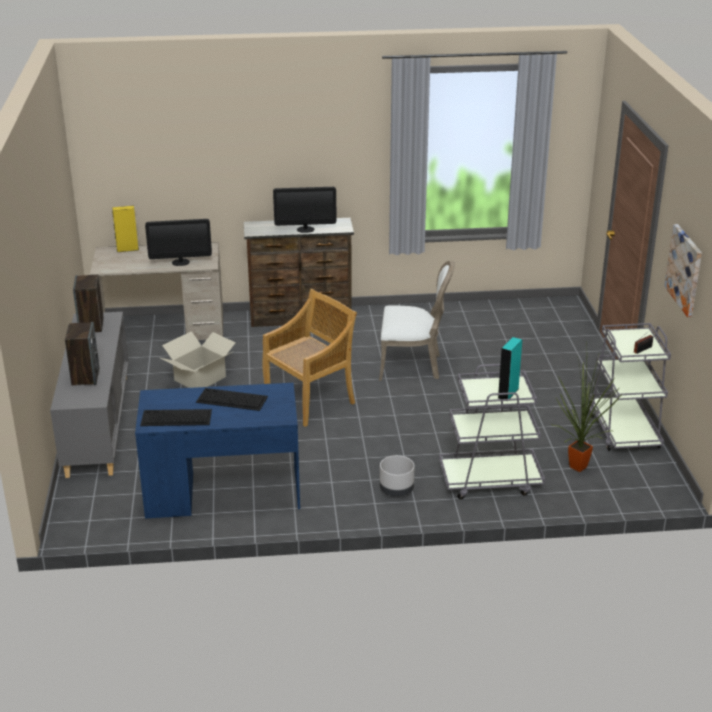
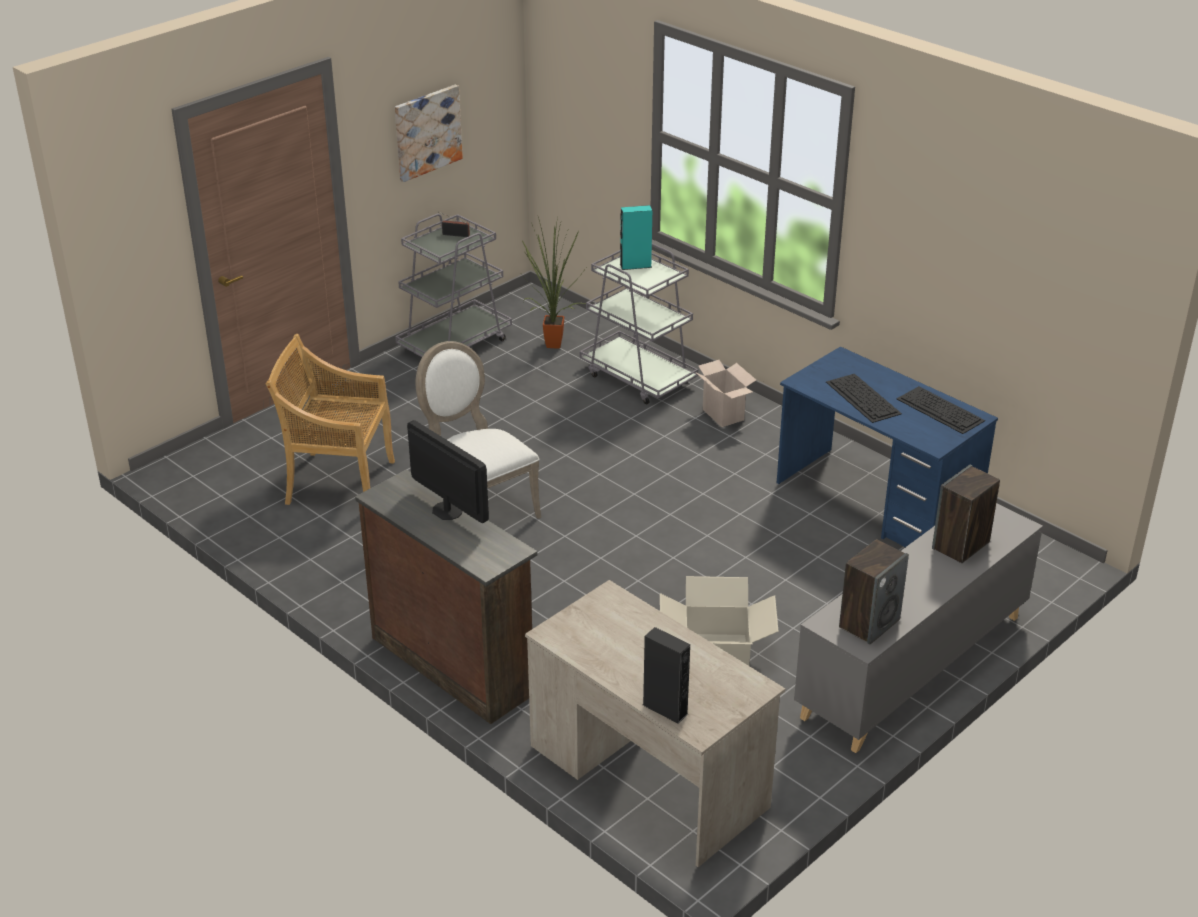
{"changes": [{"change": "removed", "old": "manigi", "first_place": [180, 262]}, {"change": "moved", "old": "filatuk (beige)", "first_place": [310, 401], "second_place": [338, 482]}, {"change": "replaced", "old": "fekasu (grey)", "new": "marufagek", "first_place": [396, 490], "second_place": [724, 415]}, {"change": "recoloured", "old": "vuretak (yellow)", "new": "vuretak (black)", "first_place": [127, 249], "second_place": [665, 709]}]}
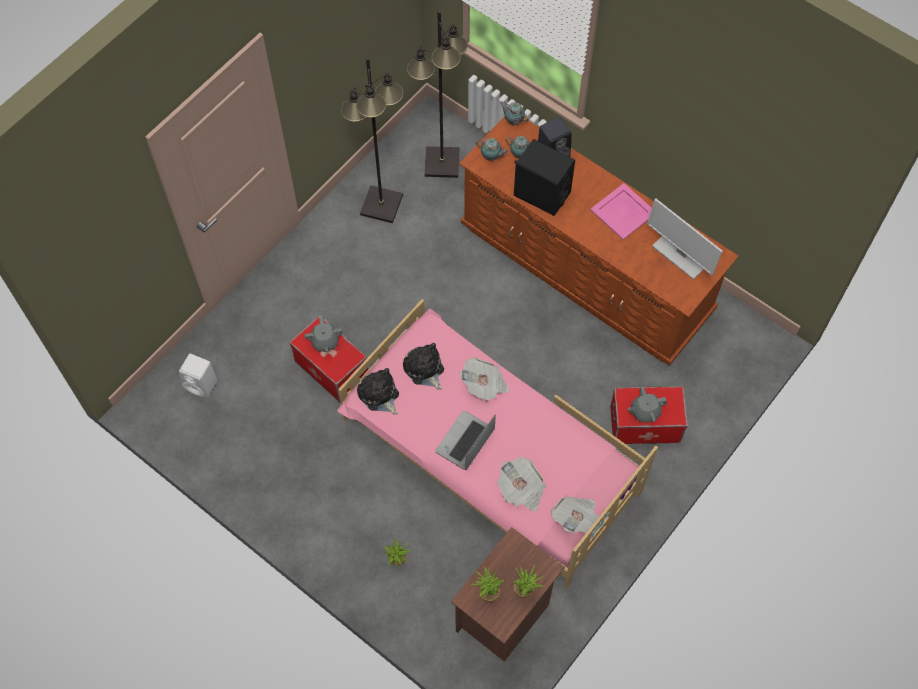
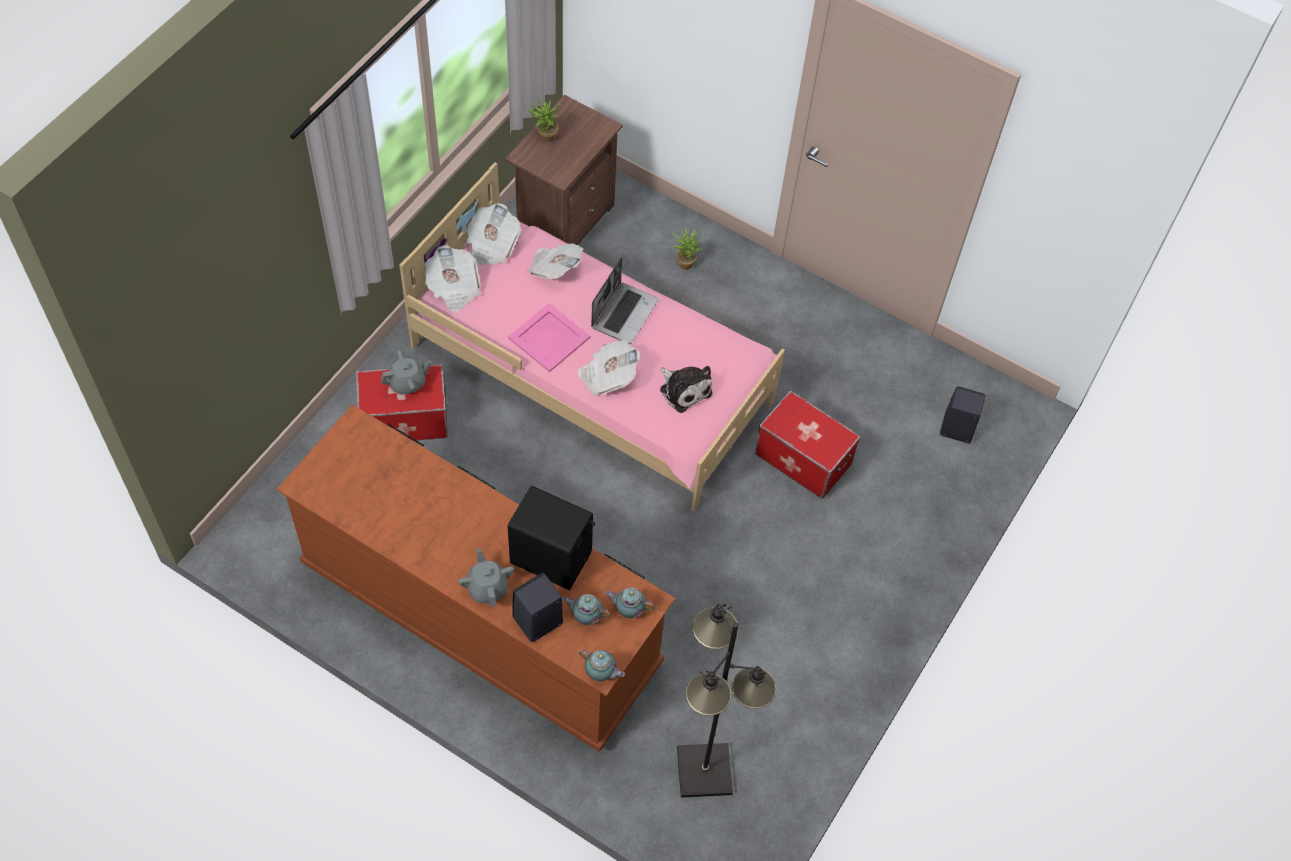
{"changes": [{"change": "removed", "old": "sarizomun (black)", "first_place": [380, 205]}, {"change": "removed", "old": "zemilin", "first_place": [379, 395]}, {"change": "removed", "old": "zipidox", "first_place": [487, 592]}, {"change": "removed", "old": "manigi", "first_place": [680, 254]}, {"change": "added", "new": "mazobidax", "second_place": [453, 288]}, {"change": "moved", "old": "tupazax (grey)", "first_place": [325, 342], "second_place": [487, 587]}, {"change": "moved", "old": "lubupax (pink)", "first_place": [624, 211], "second_place": [548, 338]}, {"change": "recoloured", "old": "vuretak (white)", "new": "vuretak (black)", "first_place": [202, 385], "second_place": [956, 428]}]}
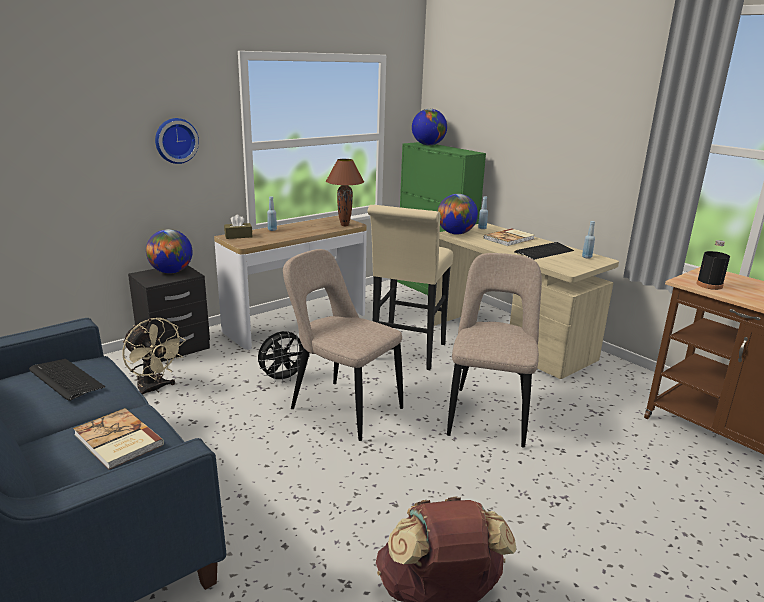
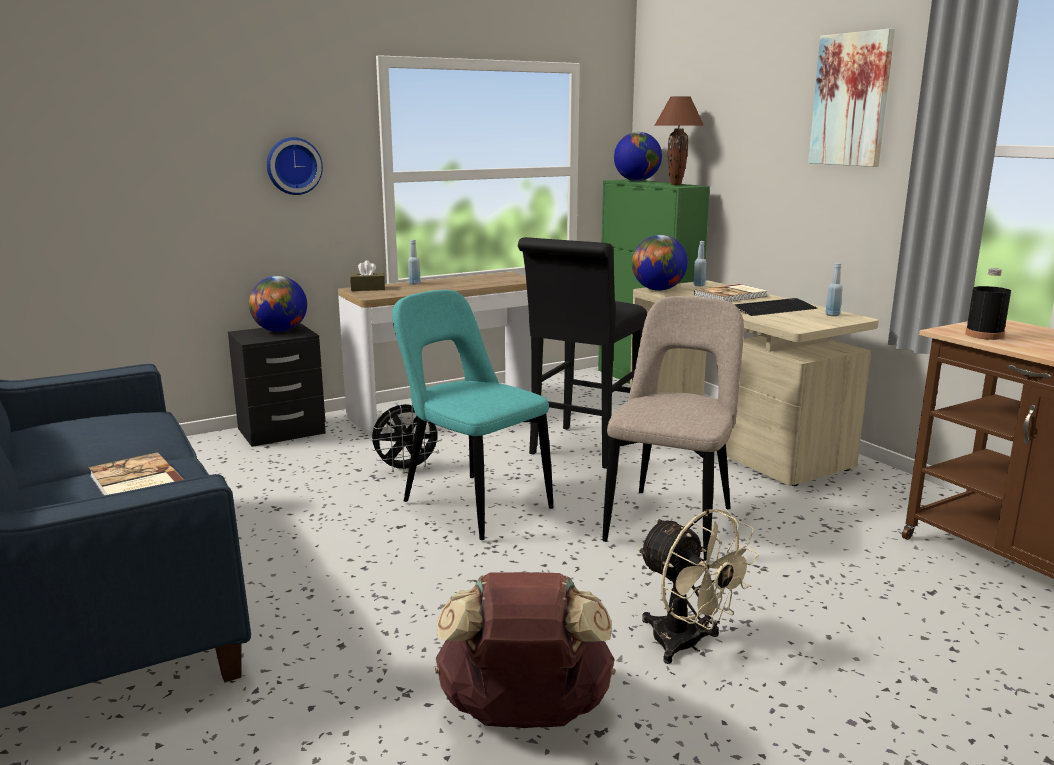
{"changes": [{"change": "removed", "old": "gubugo", "first_place": [66, 379]}, {"change": "added", "new": "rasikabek", "second_place": [851, 100]}, {"change": "moved", "old": "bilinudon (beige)", "first_place": [154, 389], "second_place": [687, 645]}, {"change": "moved", "old": "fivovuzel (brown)", "first_place": [344, 225], "second_place": [676, 184]}, {"change": "recoloured", "old": "filatuk (beige)", "new": "filatuk (turquoise)", "first_place": [342, 407], "second_place": [472, 504]}, {"change": "recoloured", "old": "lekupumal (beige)", "new": "lekupumal (black)", "first_place": [406, 354], "second_place": [581, 450]}]}
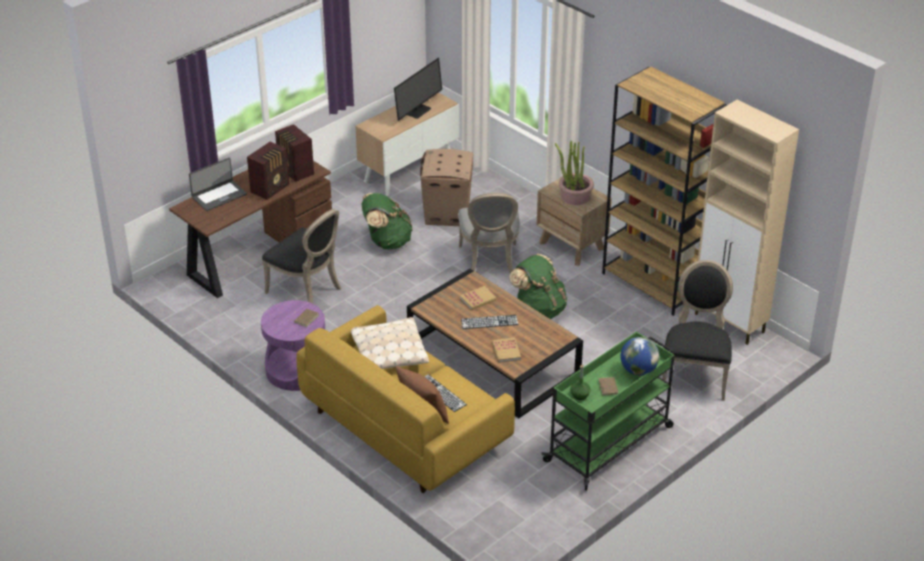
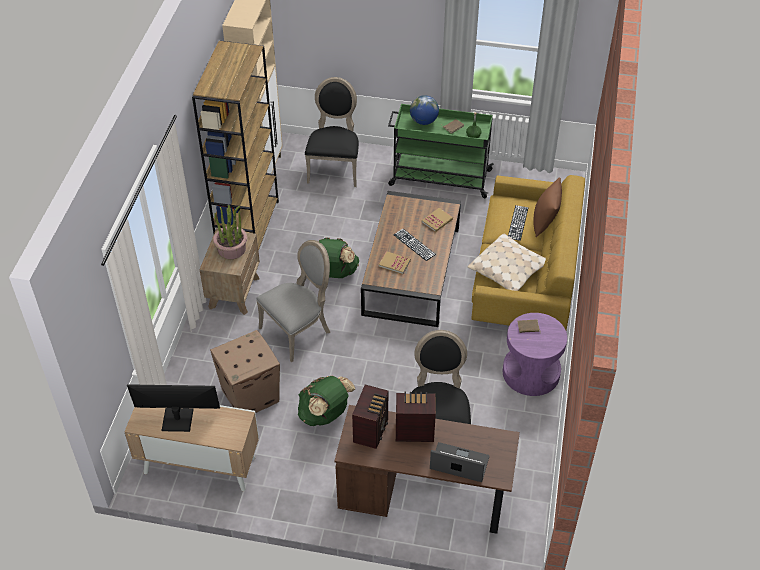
{"changes": [{"change": "turned", "old": "filatuk (black)", "first_place": [694, 374], "second_place": [335, 167], "degrees": 120}]}
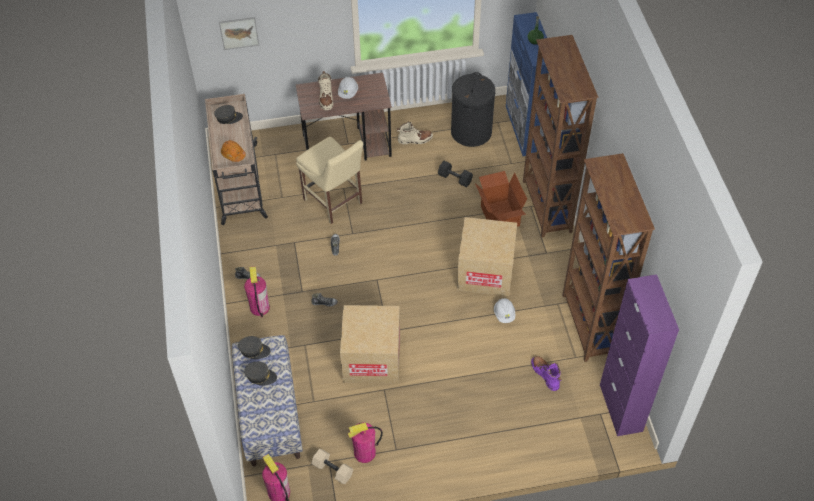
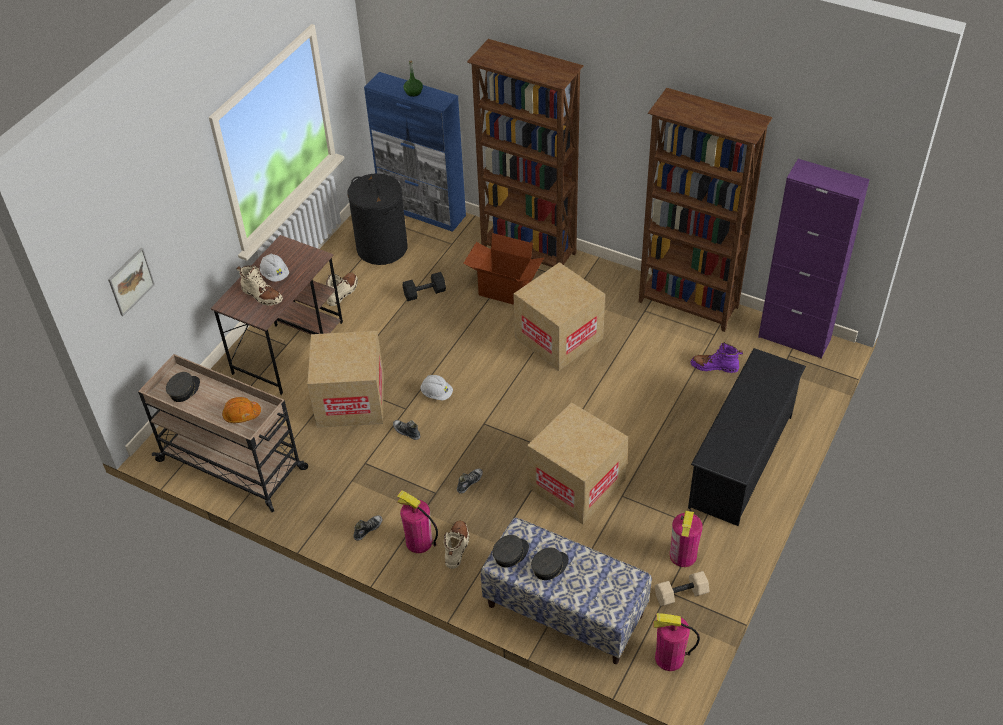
{"changes": [{"change": "added", "new": "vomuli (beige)", "second_place": [457, 547]}, {"change": "added", "new": "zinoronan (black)", "second_place": [741, 460]}, {"change": "moved", "old": "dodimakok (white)", "first_place": [504, 314], "second_place": [436, 393]}, {"change": "replaced", "old": "filatuk (beige)", "new": "marufagek", "first_place": [334, 203], "second_place": [350, 400]}]}
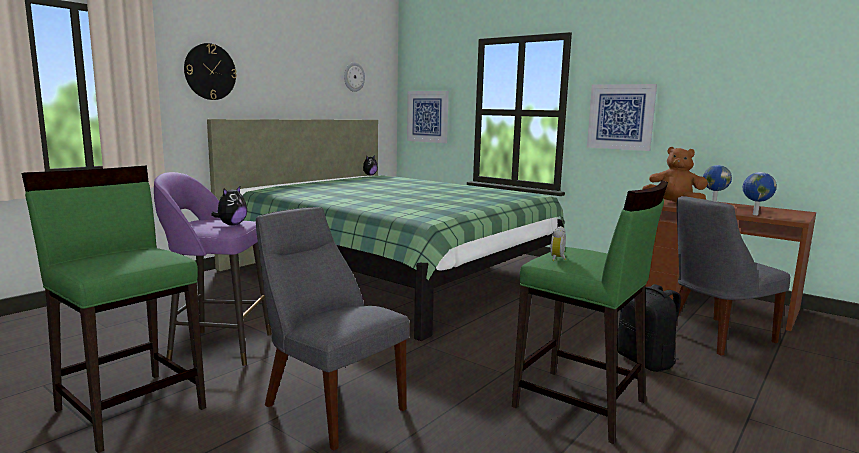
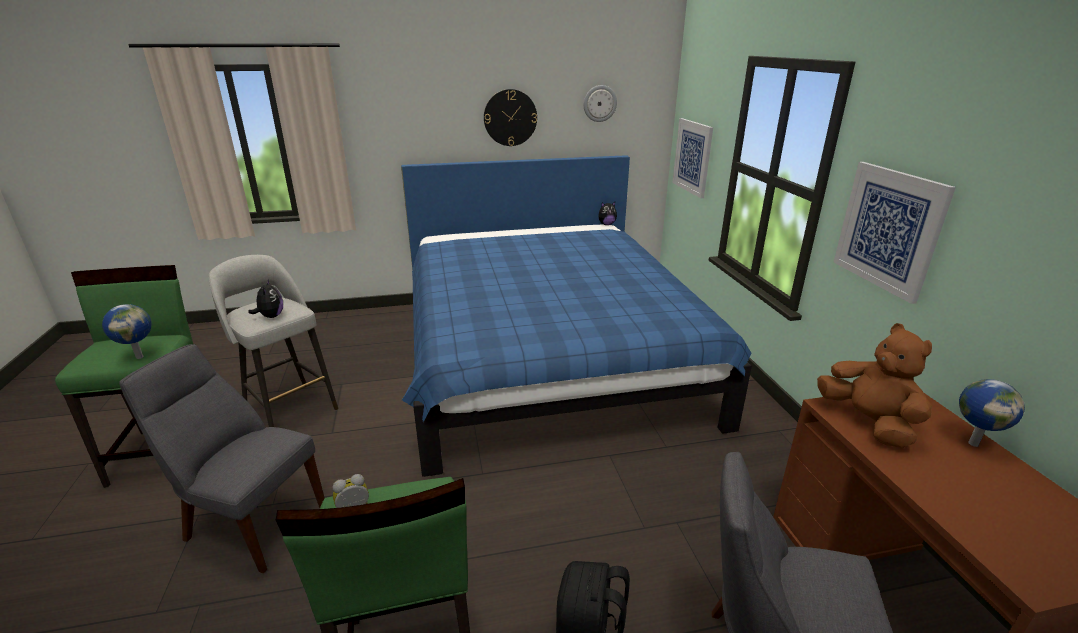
{"changes": [{"change": "moved", "old": "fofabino", "first_place": [210, 71], "second_place": [510, 118]}, {"change": "moved", "old": "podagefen", "first_place": [754, 214], "second_place": [140, 356]}, {"change": "recoloured", "old": "lekupumal (purple)", "new": "lekupumal (grey)", "first_place": [218, 347], "second_place": [289, 409]}, {"change": "recoloured", "old": "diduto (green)", "new": "diduto (blue)", "first_place": [390, 272], "second_place": [546, 357]}, {"change": "turned", "old": "zemilin", "first_place": [231, 225], "second_place": [271, 316], "degrees": -75}, {"change": "turned", "old": "filatuk (grey)", "first_place": [330, 405], "second_place": [251, 521], "degrees": -60}]}
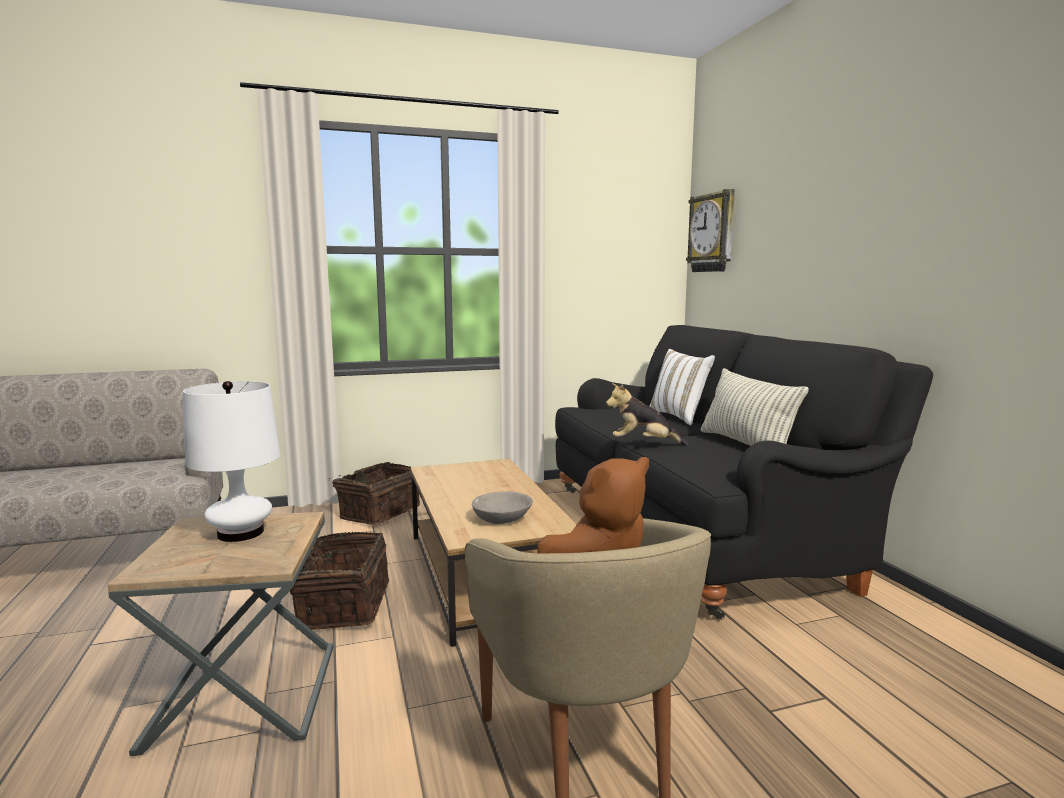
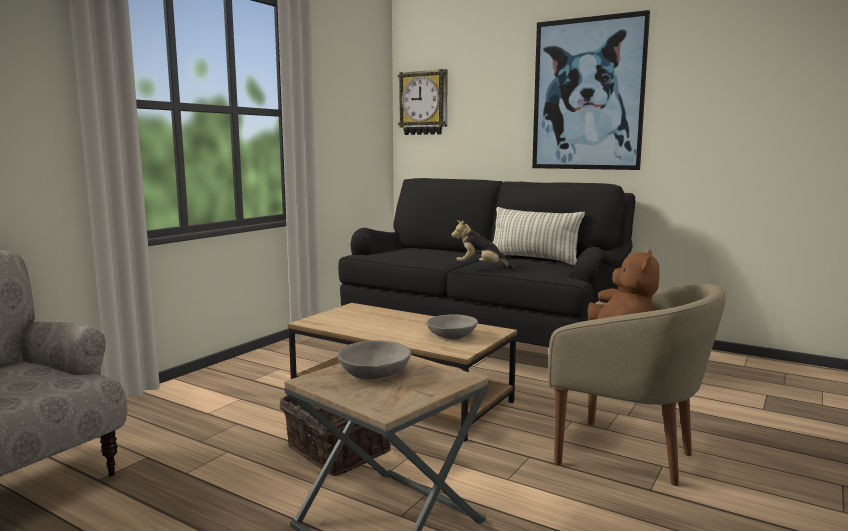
{"changes": [{"change": "removed", "old": "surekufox", "first_place": [378, 512]}, {"change": "removed", "old": "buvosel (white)", "first_place": [679, 417]}, {"change": "added", "new": "rasikabek", "second_place": [588, 94]}, {"change": "replaced", "old": "fivovuzel (white)", "new": "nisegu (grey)", "first_place": [241, 533], "second_place": [374, 373]}, {"change": "turned", "old": "zemilin", "first_place": [643, 443], "second_place": [481, 267], "degrees": 45}]}
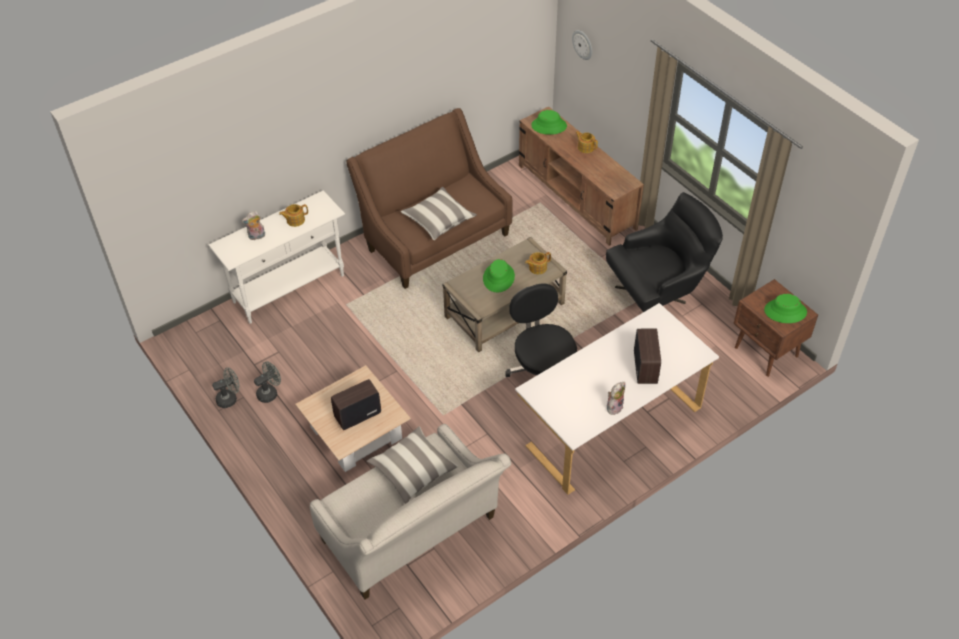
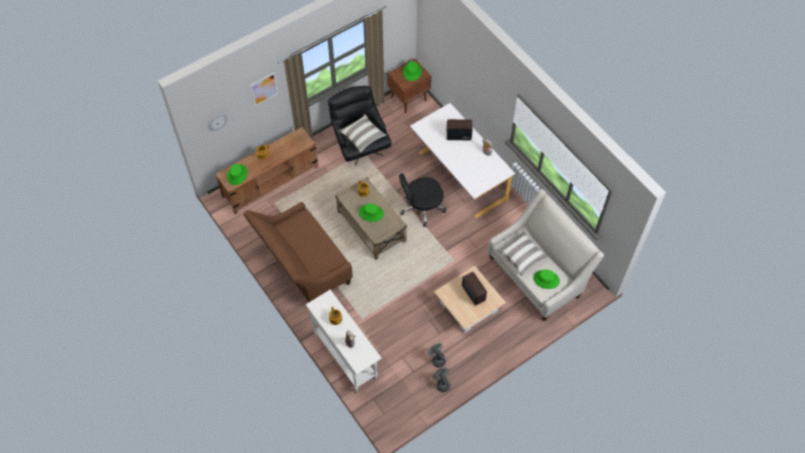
{"changes": [{"change": "added", "new": "rasikabek", "second_place": [264, 89]}, {"change": "added", "new": "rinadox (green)", "second_place": [546, 279]}, {"change": "moved", "old": "buvosel", "first_place": [439, 220], "second_place": [362, 136]}]}
